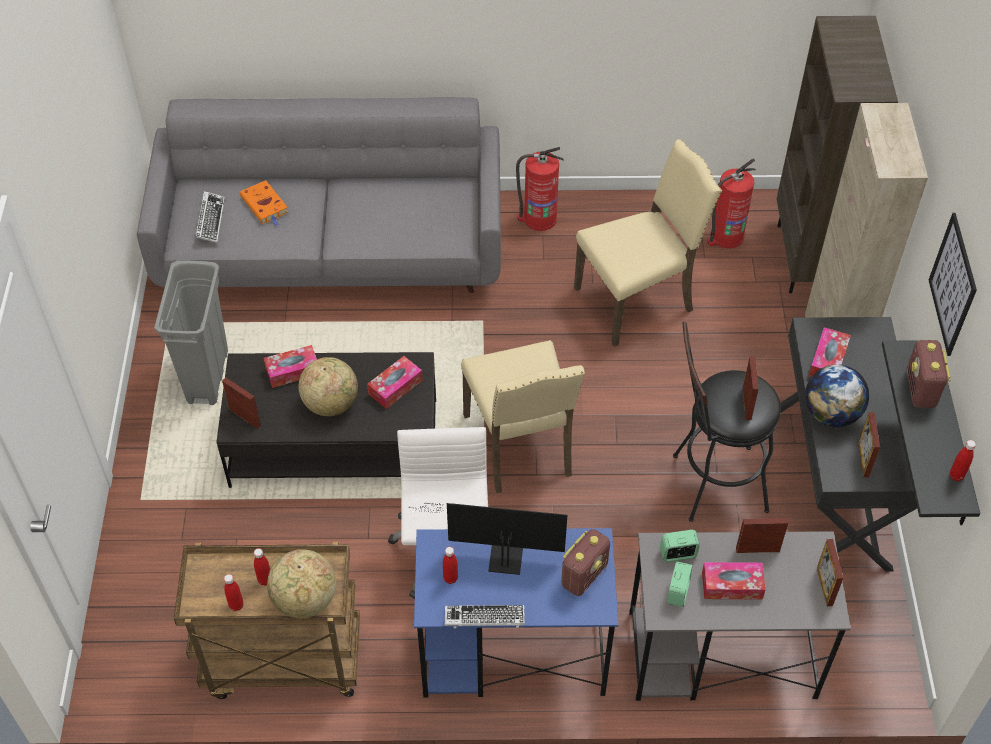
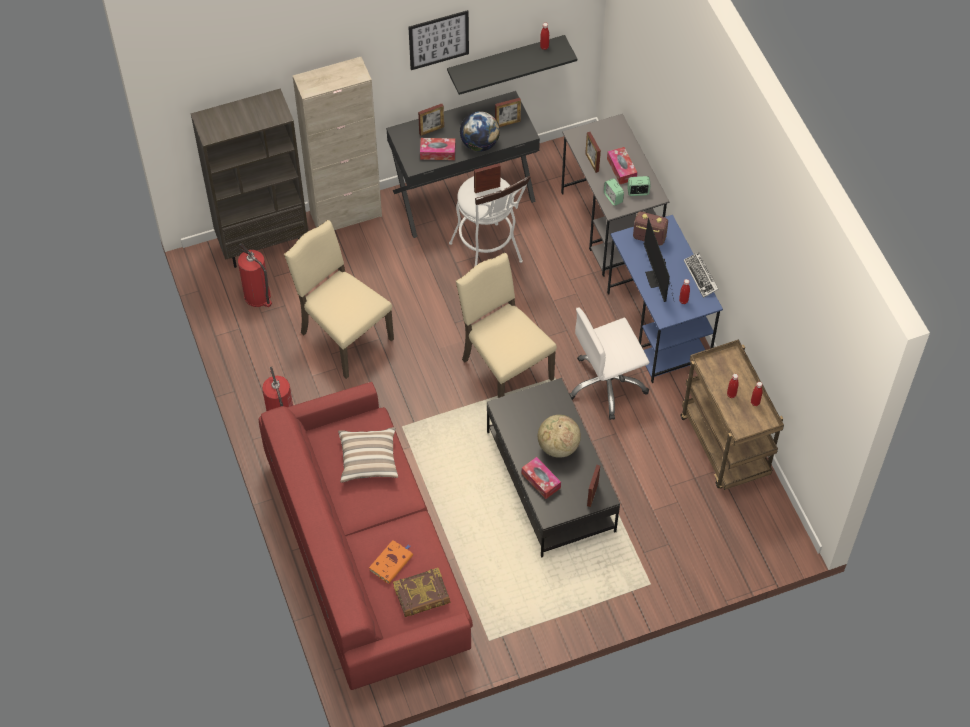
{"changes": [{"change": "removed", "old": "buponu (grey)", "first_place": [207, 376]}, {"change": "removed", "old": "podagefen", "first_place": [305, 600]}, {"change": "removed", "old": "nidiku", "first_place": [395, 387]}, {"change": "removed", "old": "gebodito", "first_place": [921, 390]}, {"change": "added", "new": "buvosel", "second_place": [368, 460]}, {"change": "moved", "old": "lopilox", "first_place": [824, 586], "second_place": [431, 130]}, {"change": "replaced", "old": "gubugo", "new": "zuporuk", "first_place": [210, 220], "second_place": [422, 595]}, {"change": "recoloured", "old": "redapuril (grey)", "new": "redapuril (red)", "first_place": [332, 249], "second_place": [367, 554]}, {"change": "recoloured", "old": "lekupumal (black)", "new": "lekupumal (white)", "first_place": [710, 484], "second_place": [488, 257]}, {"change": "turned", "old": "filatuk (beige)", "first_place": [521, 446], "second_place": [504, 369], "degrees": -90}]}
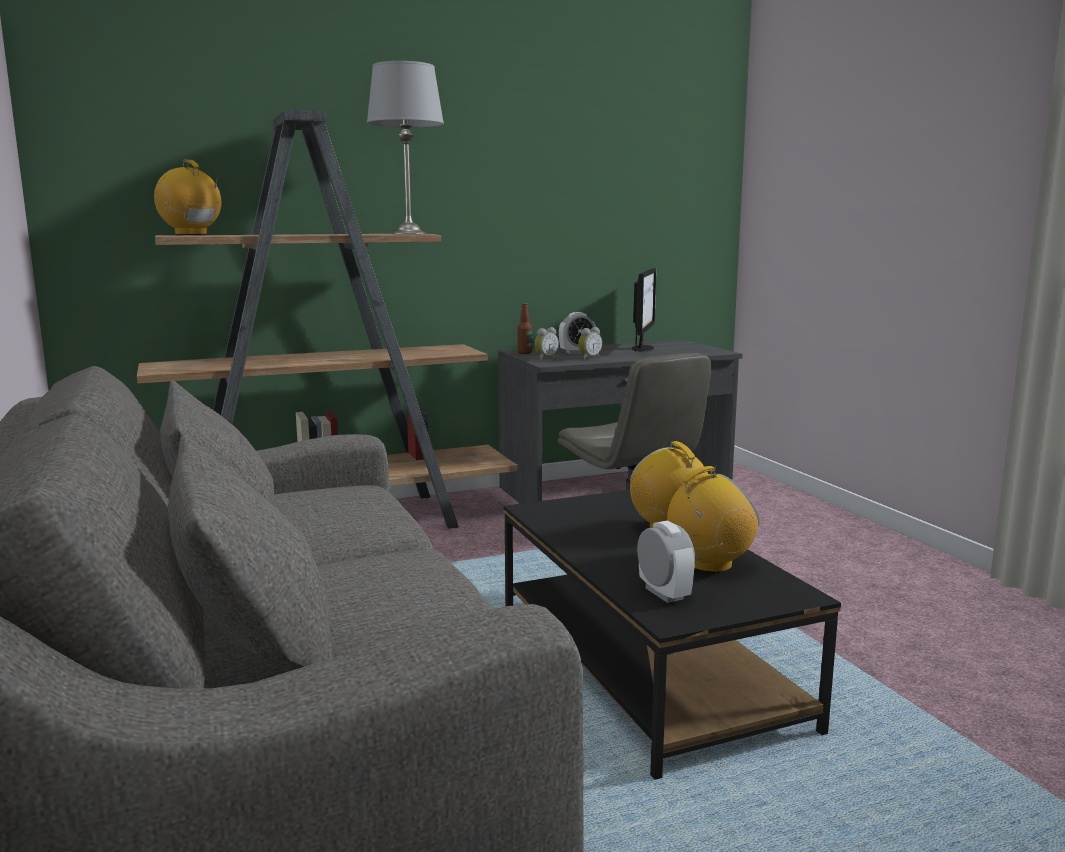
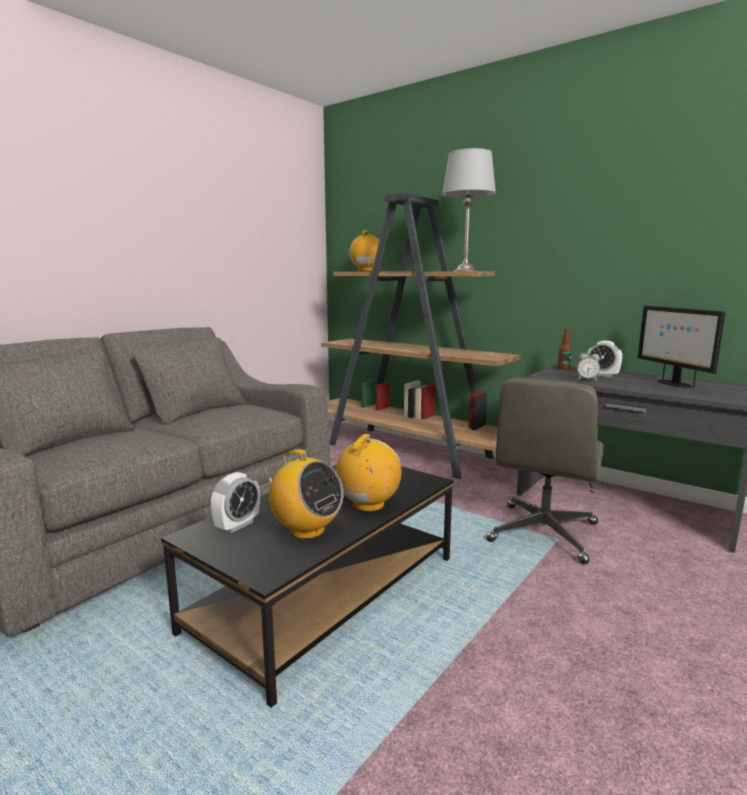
{"changes": [{"change": "removed", "old": "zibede", "first_place": [545, 358]}, {"change": "turned", "old": "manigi", "first_place": [643, 349], "second_place": [673, 384], "degrees": 90}]}
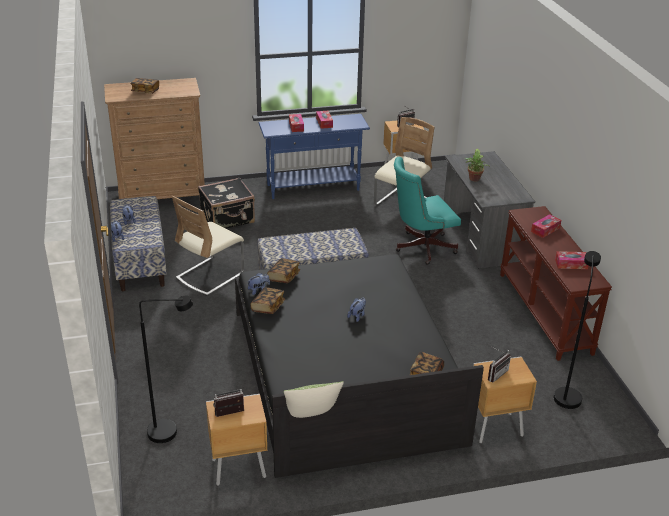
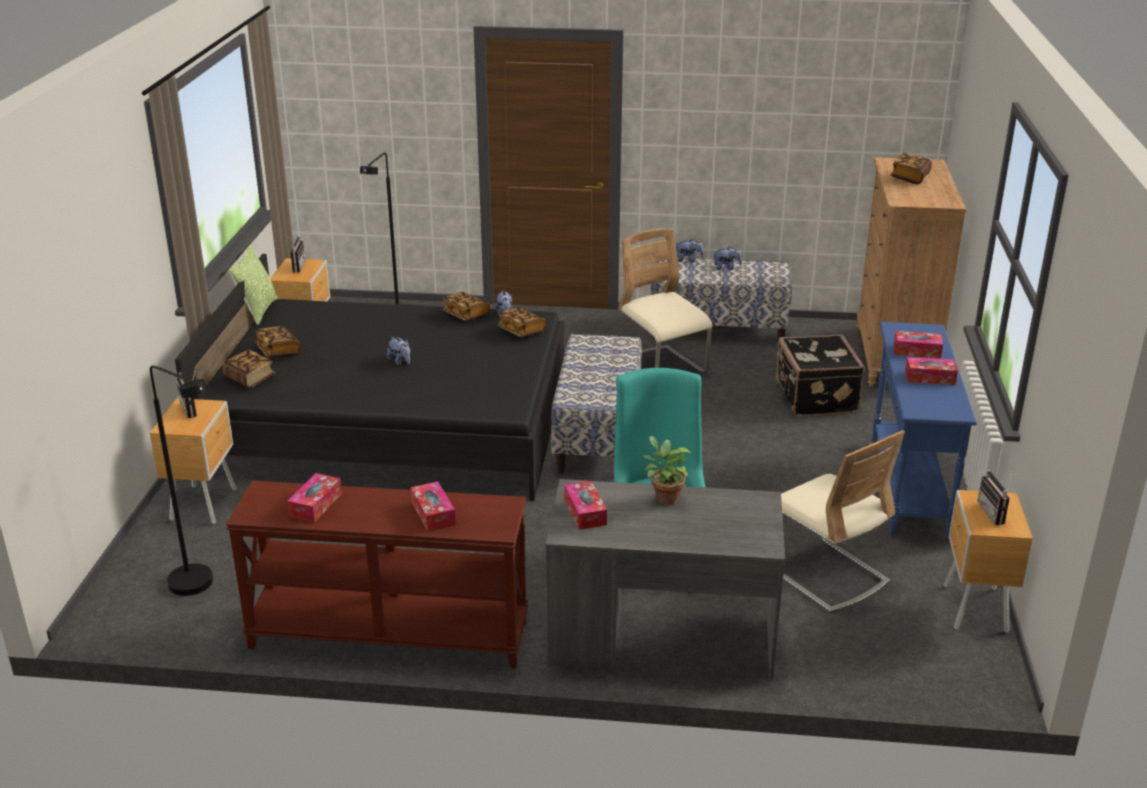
{"changes": [{"change": "added", "new": "zuporuk", "second_place": [278, 351]}, {"change": "added", "new": "nidiku", "second_place": [585, 512]}]}
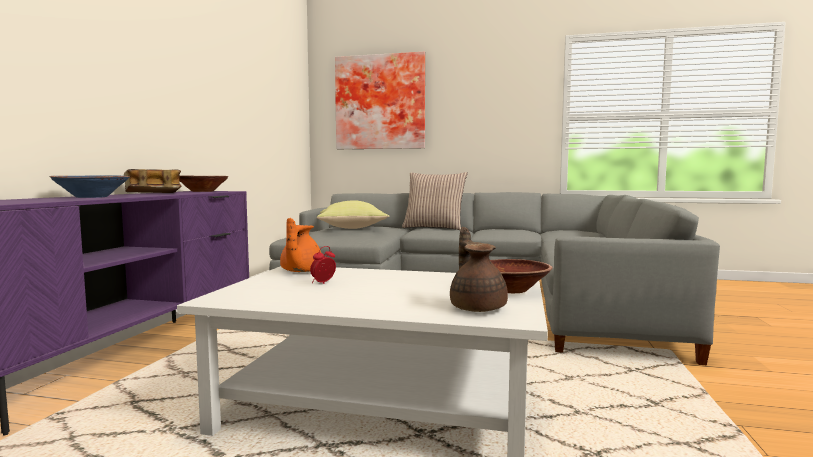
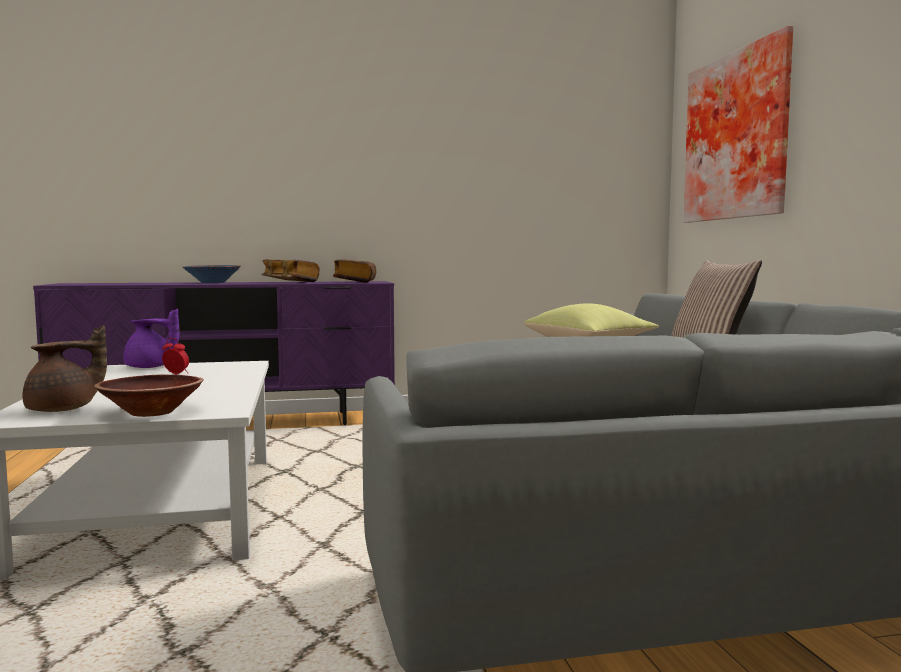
{"changes": [{"change": "removed", "old": "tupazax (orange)", "first_place": [300, 271]}, {"change": "added", "new": "tupazax (purple)", "second_place": [150, 367]}, {"change": "replaced", "old": "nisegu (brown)", "new": "zuporuk", "first_place": [202, 191], "second_place": [355, 282]}]}
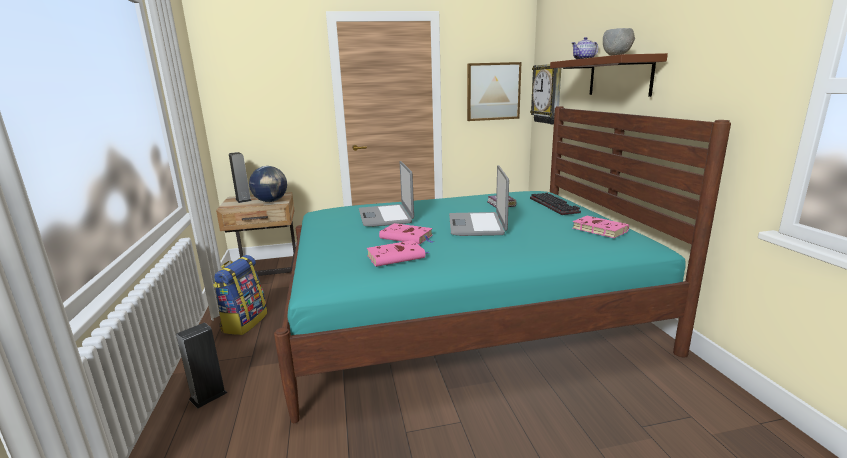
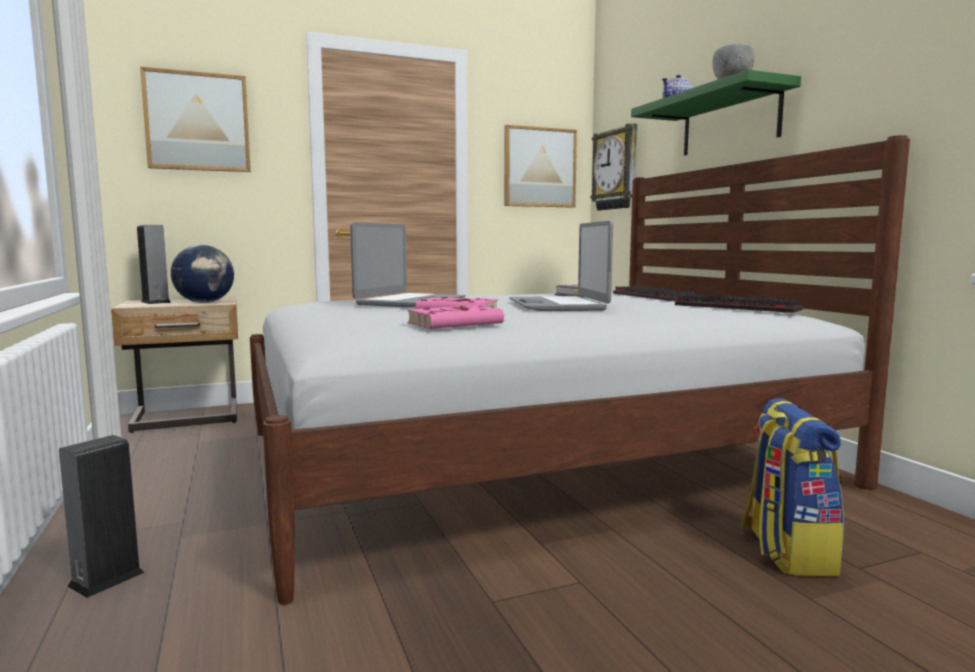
{"changes": [{"change": "added", "new": "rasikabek", "second_place": [197, 122]}, {"change": "moved", "old": "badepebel", "first_place": [244, 322], "second_place": [786, 551]}, {"change": "replaced", "old": "zuporuk (pink)", "new": "gubugo", "first_place": [598, 229], "second_place": [733, 307]}, {"change": "recoloured", "old": "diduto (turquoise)", "new": "diduto (white)", "first_place": [461, 313], "second_place": [527, 458]}, {"change": "recoloured", "old": "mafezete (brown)", "new": "mafezete (green)", "first_place": [619, 76], "second_place": [729, 121]}, {"change": "turned", "old": "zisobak", "first_place": [386, 216], "second_place": [410, 302], "degrees": -135}]}
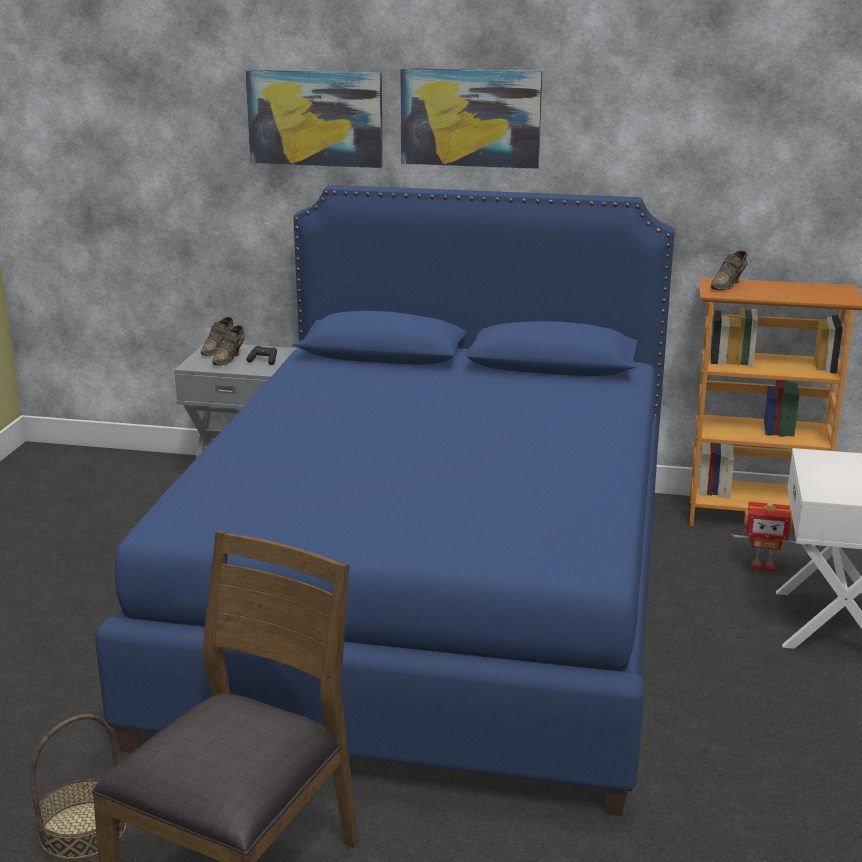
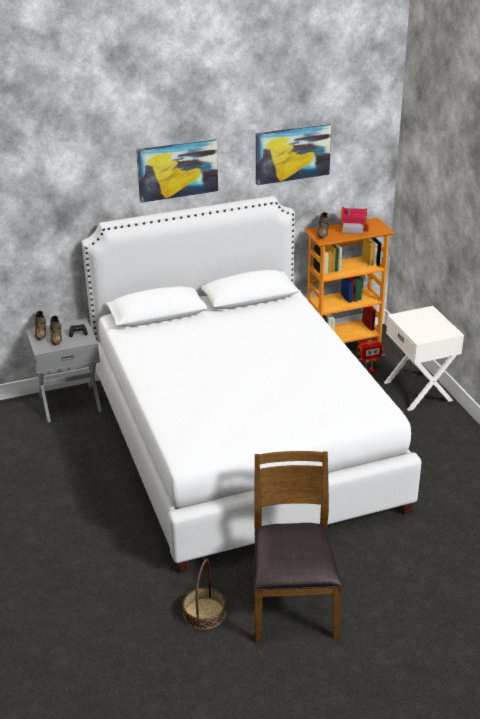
{"changes": [{"change": "added", "new": "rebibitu", "second_place": [352, 228]}, {"change": "moved", "old": "rasikabek", "first_place": [315, 118], "second_place": [292, 153]}, {"change": "recoloured", "old": "diduto (blue)", "new": "diduto (white)", "first_place": [430, 601], "second_place": [240, 442]}]}
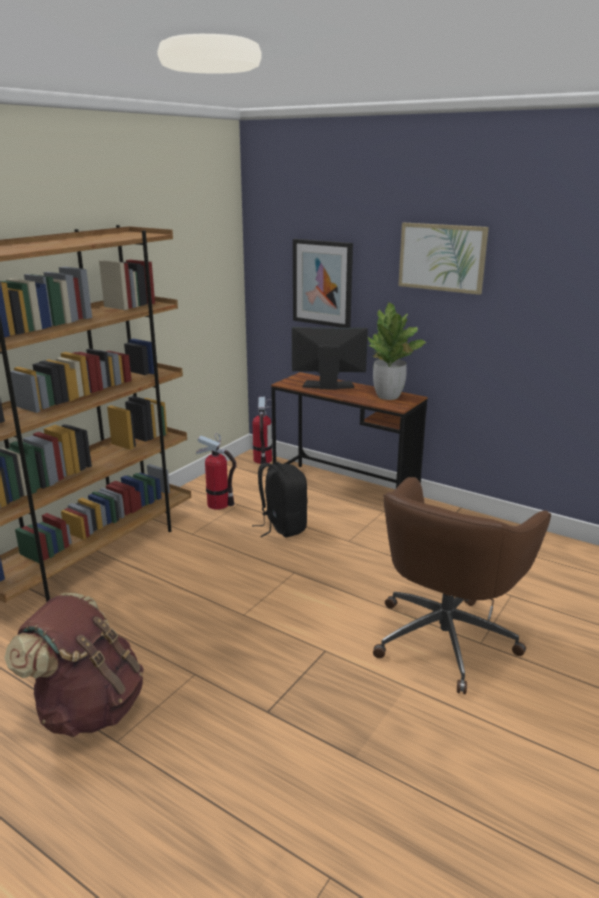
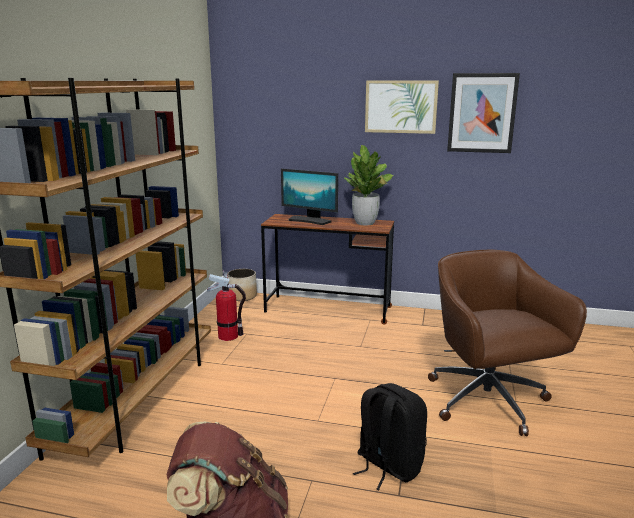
{"changes": [{"change": "moved", "old": "badepebel (black)", "first_place": [282, 527], "second_place": [388, 466]}, {"change": "moved", "old": "rasikabek", "first_place": [322, 283], "second_place": [482, 113]}, {"change": "replaced", "old": "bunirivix", "new": "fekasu", "first_place": [263, 460], "second_place": [242, 296]}, {"change": "turned", "old": "manigi", "first_place": [328, 386], "second_place": [309, 220], "degrees": -135}, {"change": "turned", "old": "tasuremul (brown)", "first_place": [446, 637], "second_place": [488, 402], "degrees": 150}]}
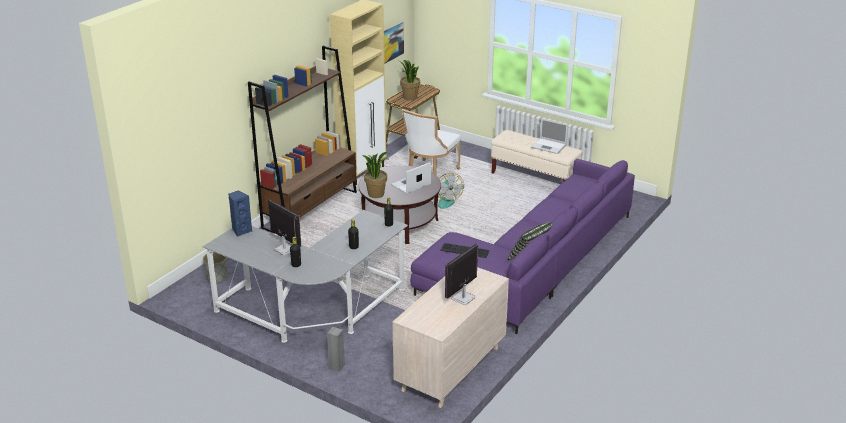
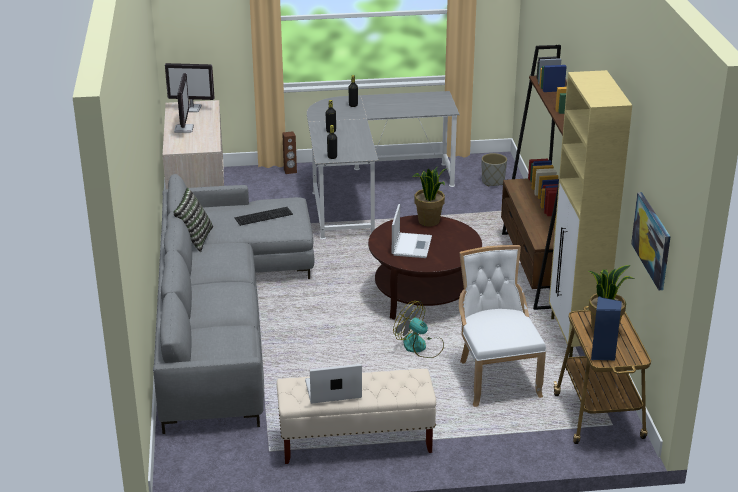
{"changes": [{"change": "moved", "old": "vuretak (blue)", "first_place": [241, 231], "second_place": [603, 354]}, {"change": "moved", "old": "manigi", "first_place": [285, 249], "second_place": [192, 108]}, {"change": "recoloured", "old": "vuretak (grey)", "new": "vuretak (brown)", "first_place": [337, 366], "second_place": [290, 171]}, {"change": "recoloured", "old": "redapuril (purple)", "new": "redapuril (grey)", "first_place": [532, 264], "second_place": [224, 315]}]}
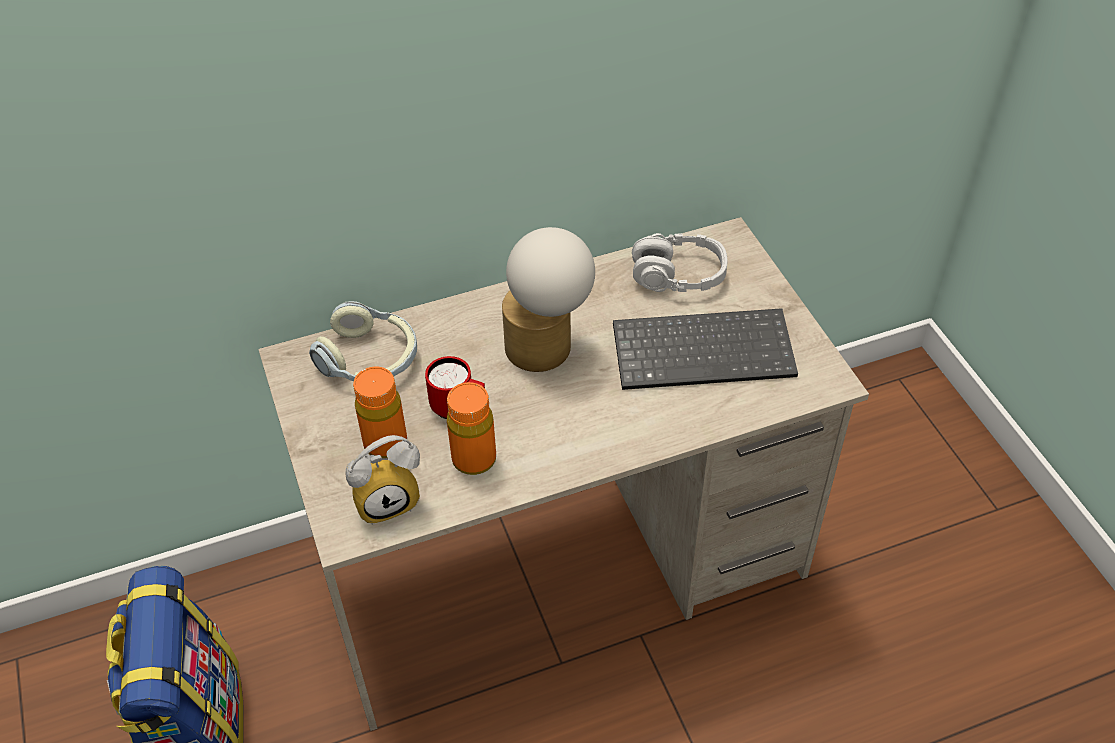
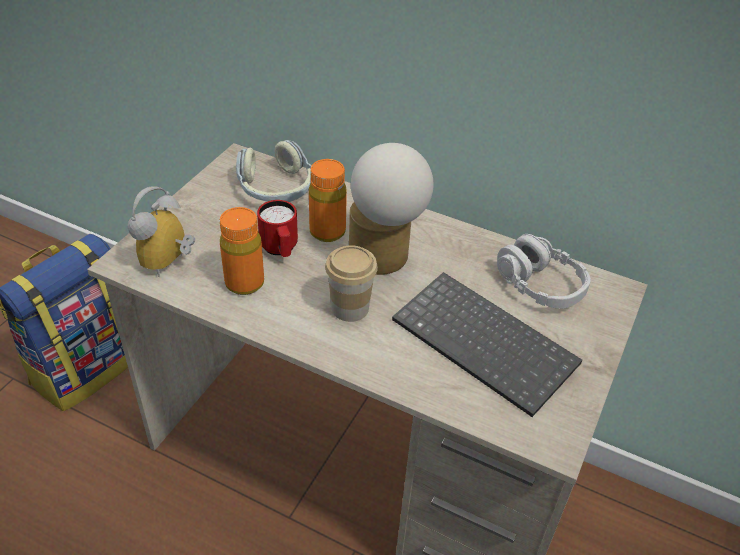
{"changes": [{"change": "added", "new": "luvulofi", "second_place": [350, 308]}, {"change": "moved", "old": "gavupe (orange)", "first_place": [385, 443], "second_place": [327, 232]}, {"change": "turned", "old": "zibede", "first_place": [388, 499], "second_place": [169, 264], "degrees": 90}]}
